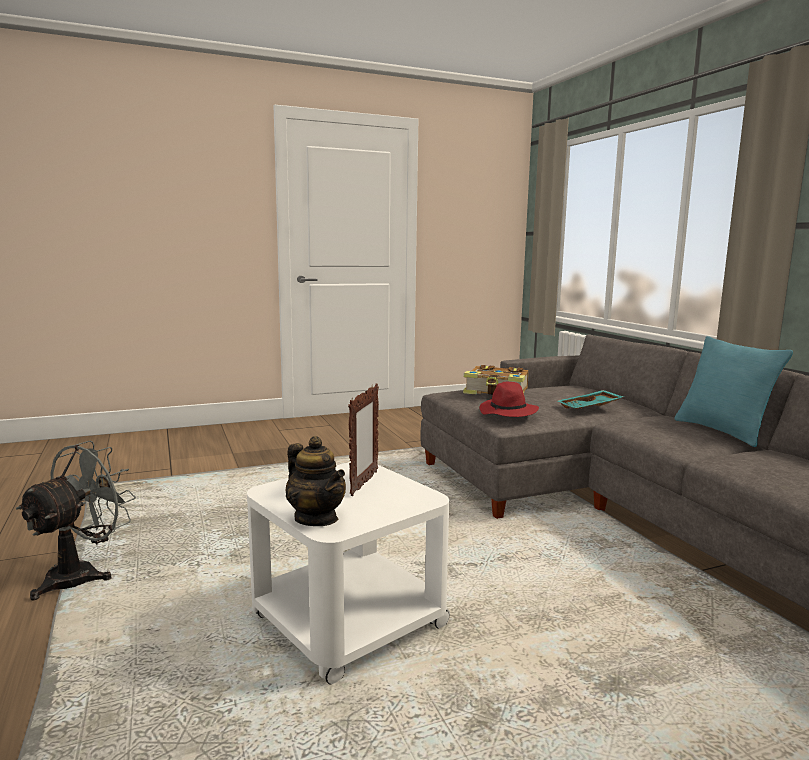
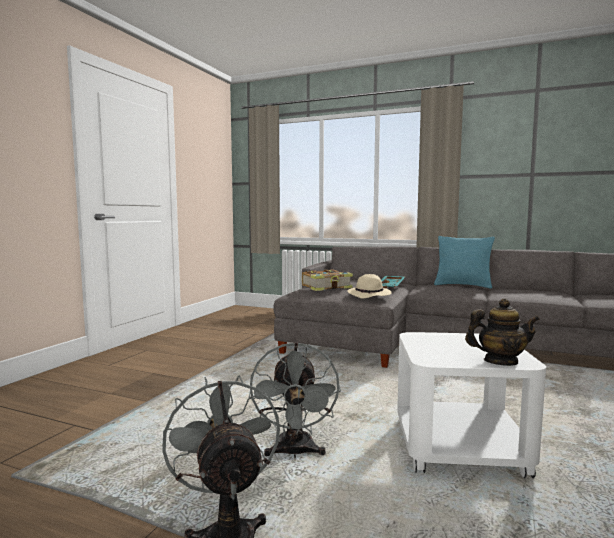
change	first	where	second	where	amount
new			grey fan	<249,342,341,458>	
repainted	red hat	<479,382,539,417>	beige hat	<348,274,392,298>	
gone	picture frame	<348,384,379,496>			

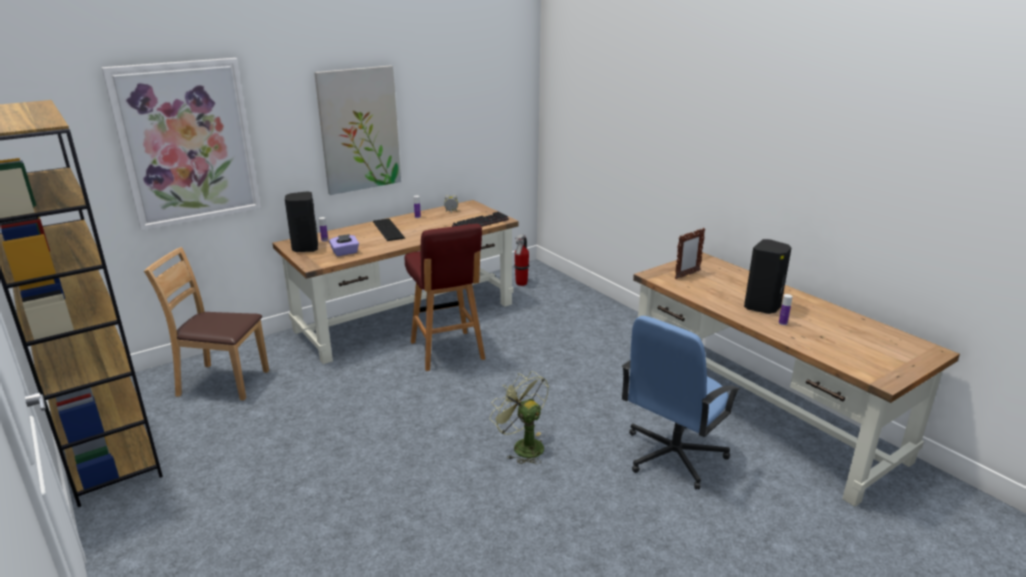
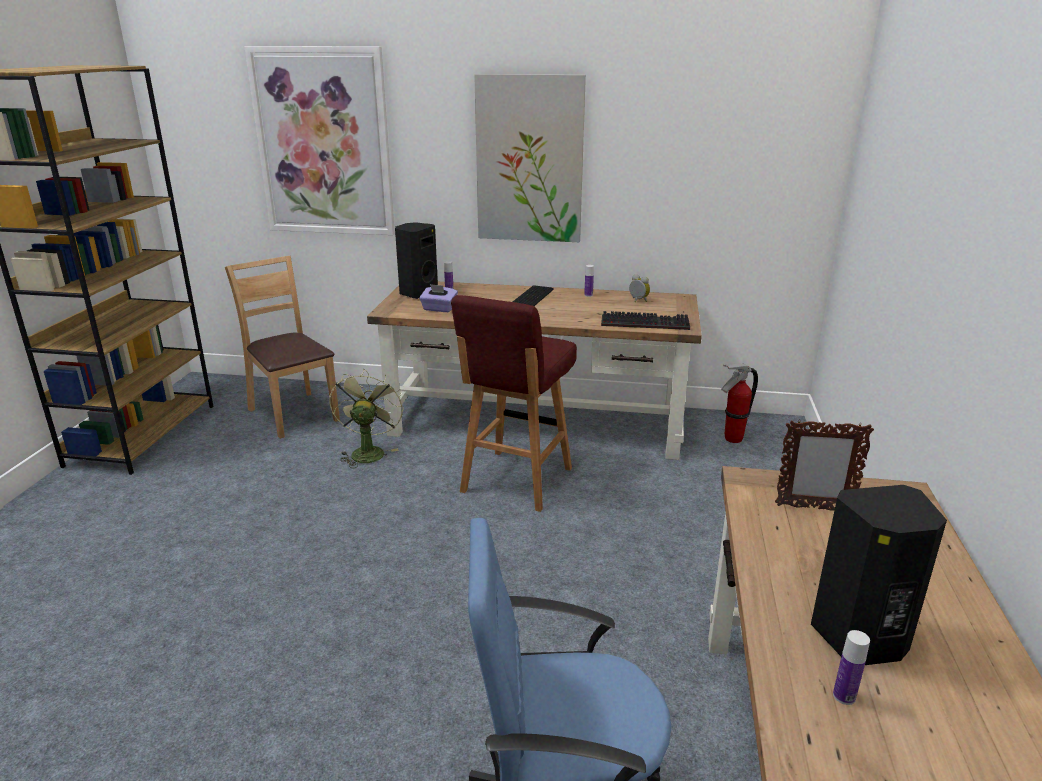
change	first	where	second	where	amount
shifted	green fan	<490,371,549,464>		<329,369,404,468>	

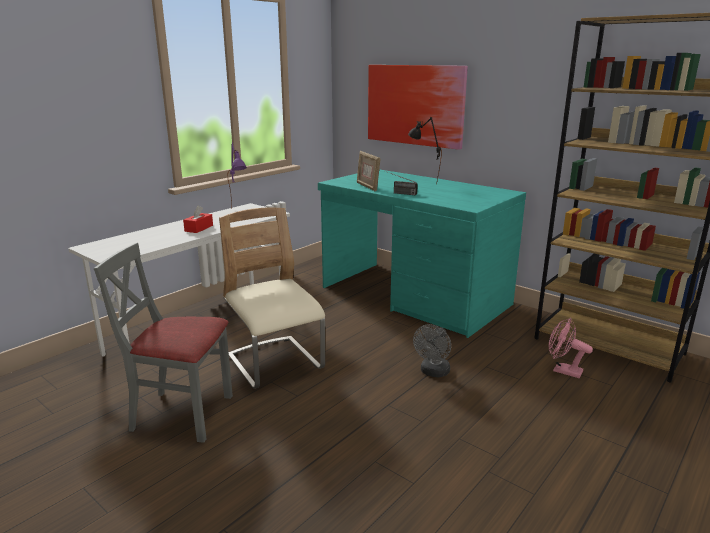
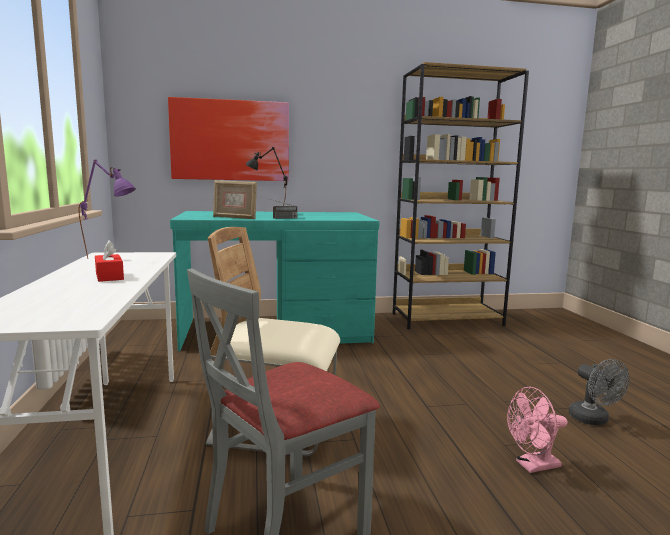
change	first	where	second	where	amount
shifted	pink fan	<549,318,593,378>		<507,387,568,473>	
shifted	grey fan	<413,324,451,377>		<568,359,629,425>	

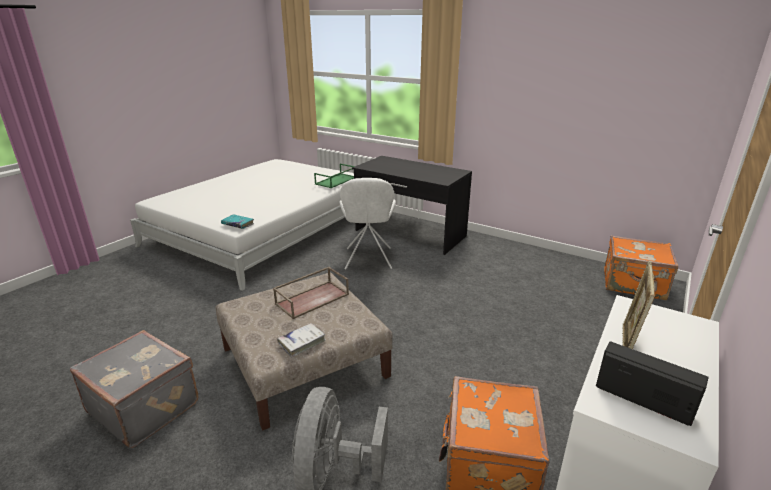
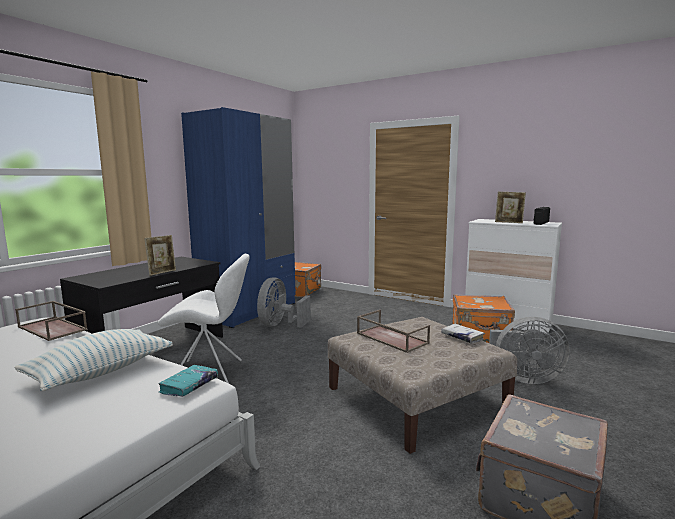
change	first	where	second	where	amount
repainted	green tray	<314,163,355,188>	brown tray	<15,301,88,341>	
new			pillow	<15,329,173,391>	
new			picture frame	<144,235,176,276>	
new			blue wardrobe	<181,107,296,328>	
new			grey fan	<257,277,311,328>	

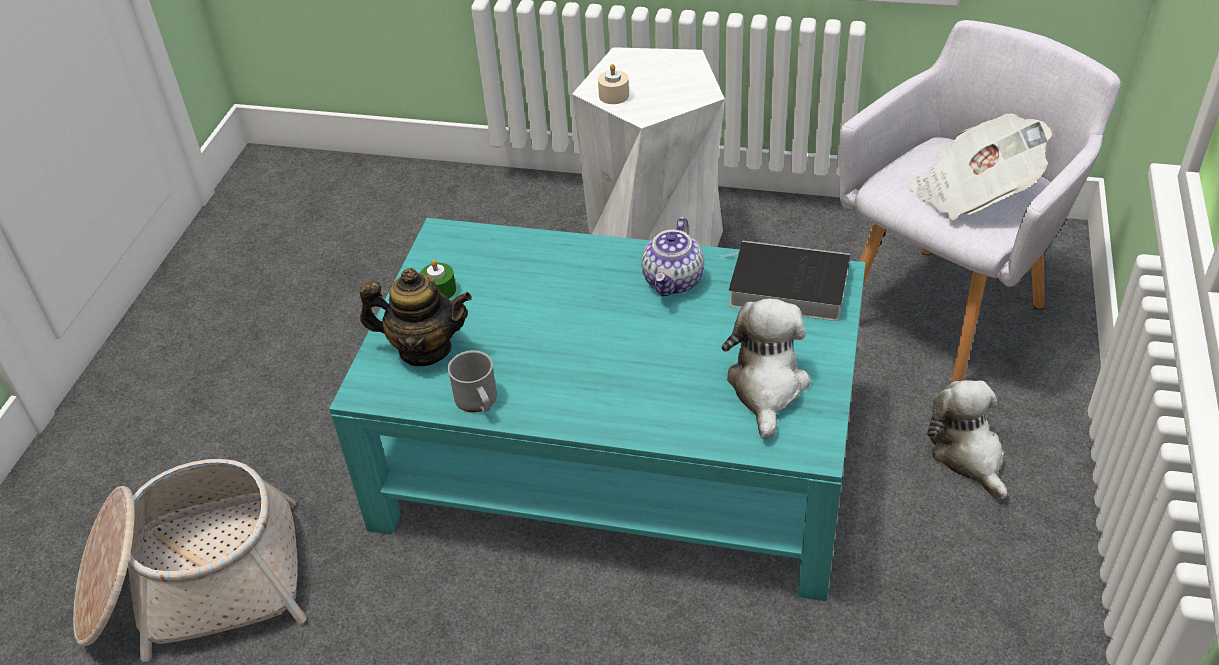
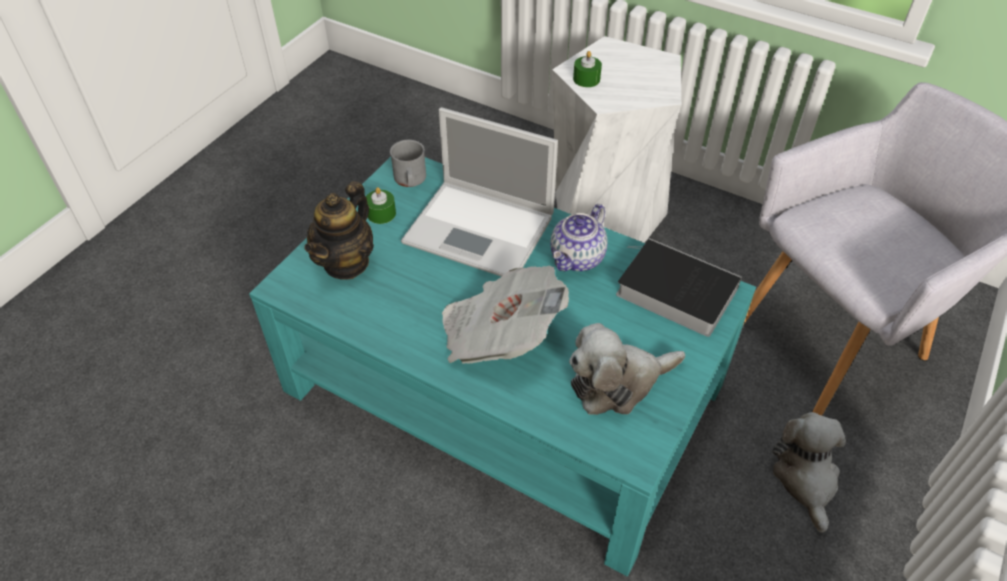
change	first	where	second	where	amount
rotated	teapot	<360,268,472,366>		<305,181,374,280>	90 degrees clockwise
shifted	grey mug	<447,350,497,413>		<390,140,426,187>	
new			laptop	<401,107,558,277>	
shifted	newspaper	<909,113,1053,220>		<442,266,569,364>	
rotated	plush toy	<722,299,810,440>		<569,323,685,415>	135 degrees counterclockwise
repainted	beige candle	<598,64,629,104>	green candle	<573,51,602,87>	
gone	basket	<73,459,307,662>			

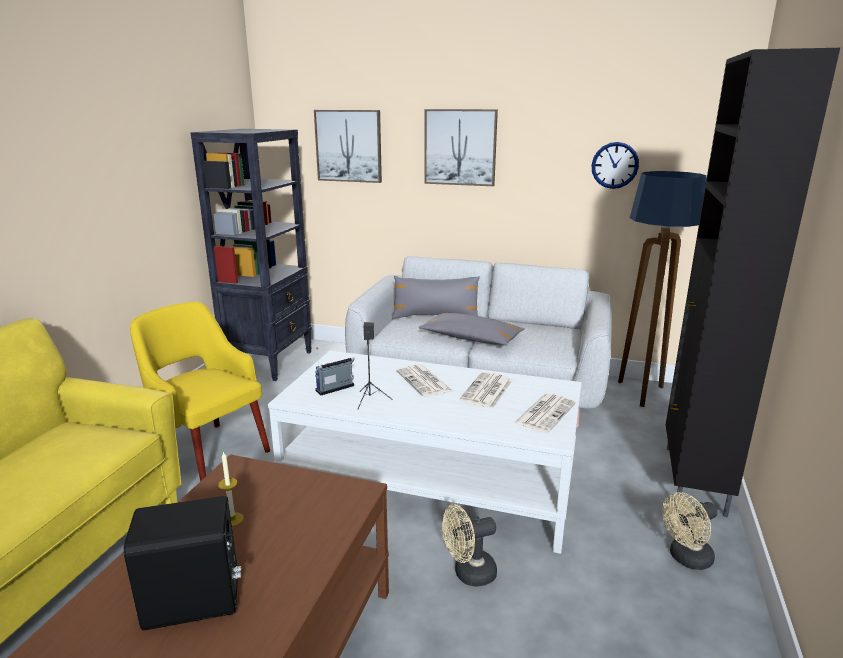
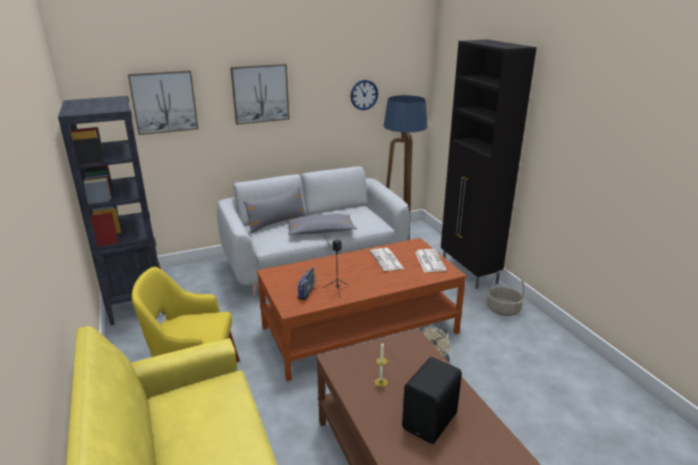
change	first	where	second	where	amount
repainted	white coffee table	<268,350,582,554>	brown coffee table	<257,238,466,381>	
swapped	beige fan	<662,492,717,570>	basket	<487,269,524,316>	
gone	newspaper	<396,364,453,397>			

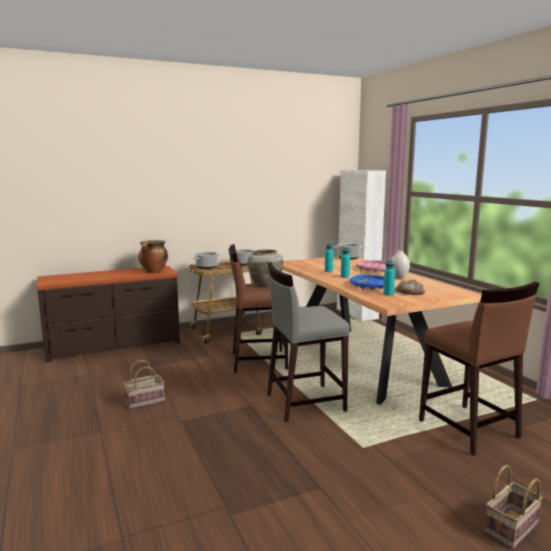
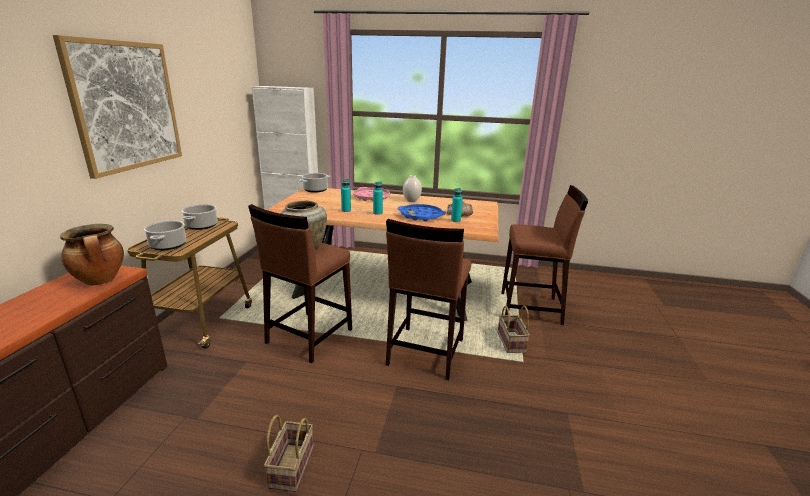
change	first	where	second	where	amount
new			picture	<53,35,182,179>	
repainted	grey stool	<267,262,350,422>	brown stool	<386,219,471,380>	
shifted	basket	<484,465,543,549>		<497,306,530,353>	

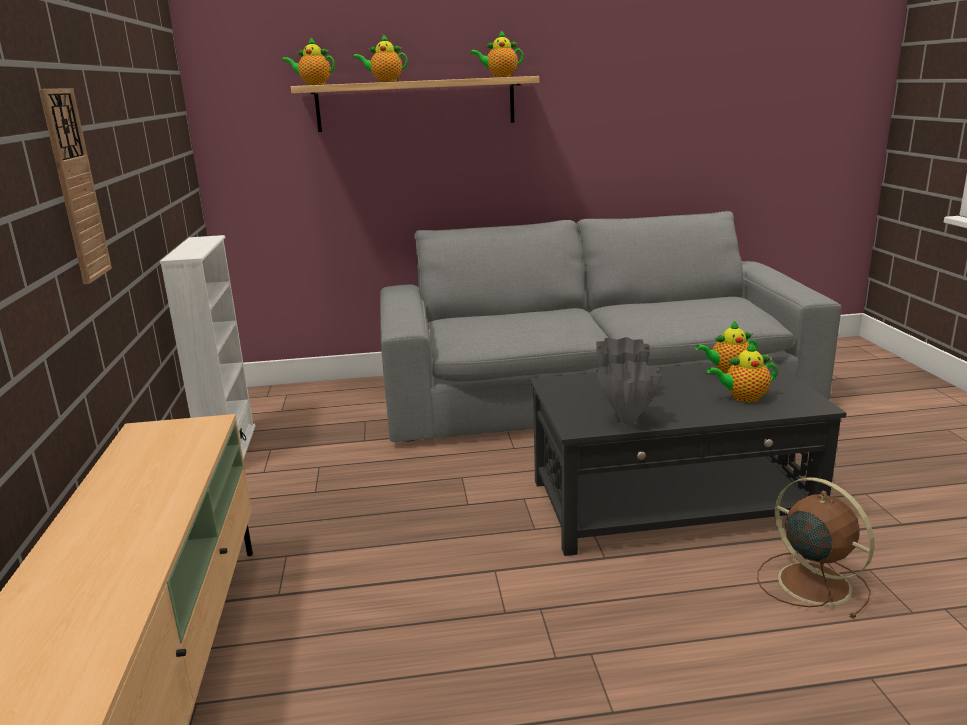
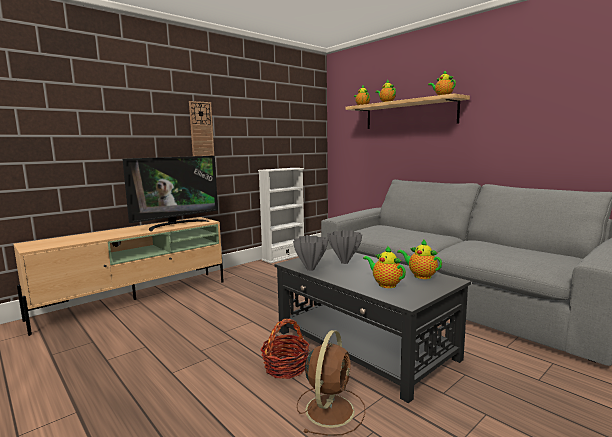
change	first	where	second	where	amount
new			television	<123,156,218,231>	
new			basket	<261,319,309,379>	

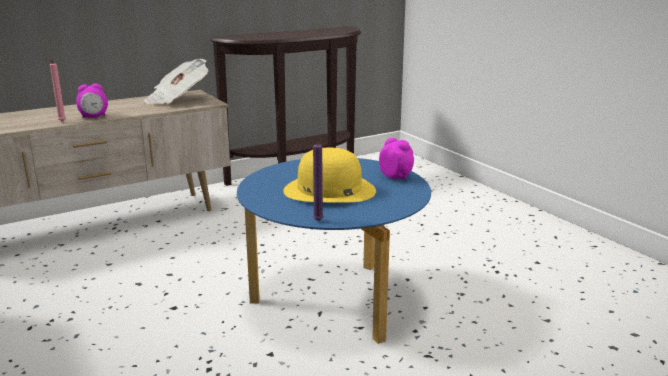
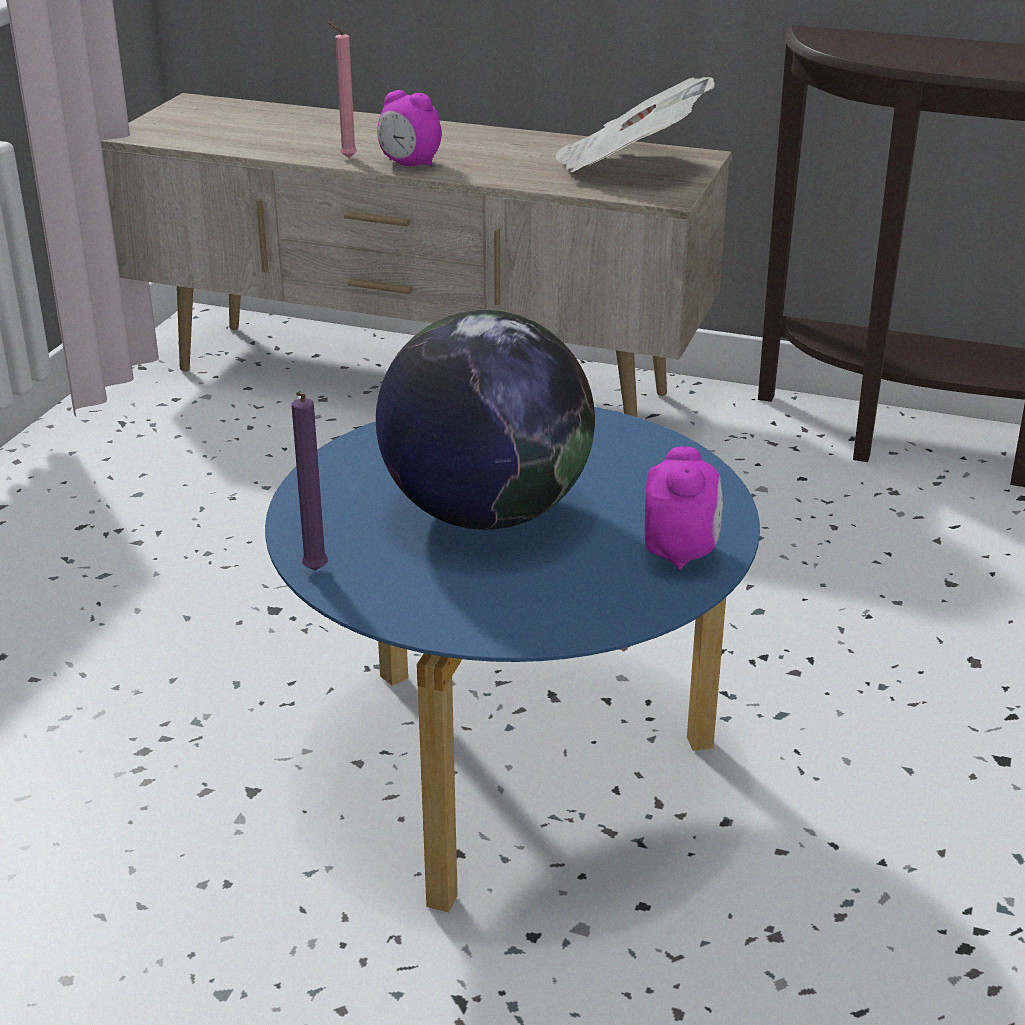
change	first	where	second	where	amount
swapped	yellow hat	<283,148,376,203>	globe	<376,310,595,530>	

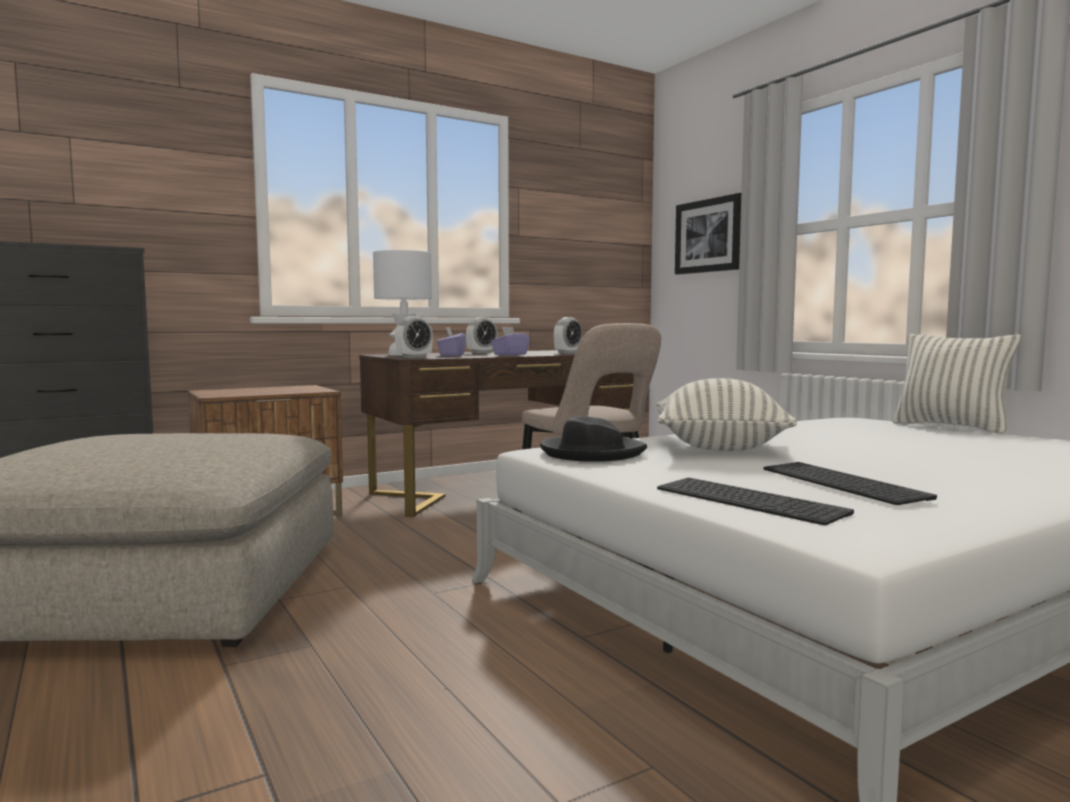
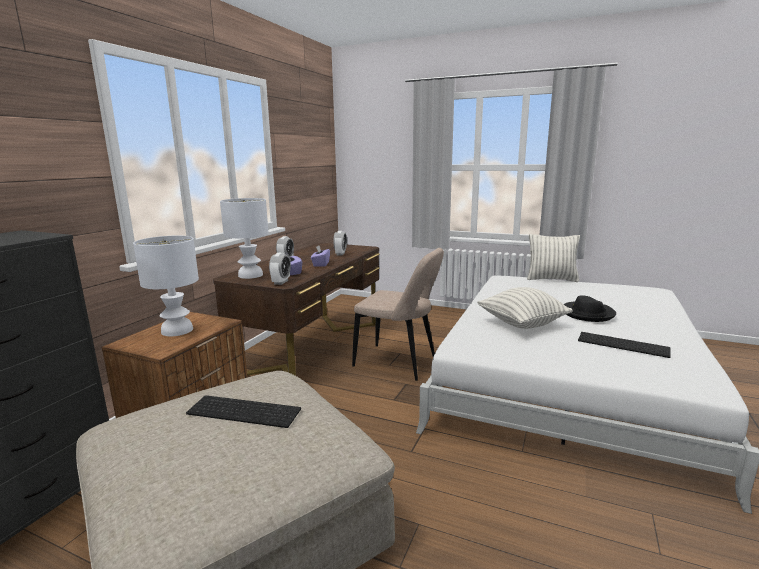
change	first	where	second	where	amount
new			white table lamp	<133,236,199,336>	
shifted	keyboard	<657,477,854,525>		<186,395,301,428>	
shifted	black hat	<540,416,647,462>		<564,295,616,322>	
gone	picture	<675,193,741,275>			

